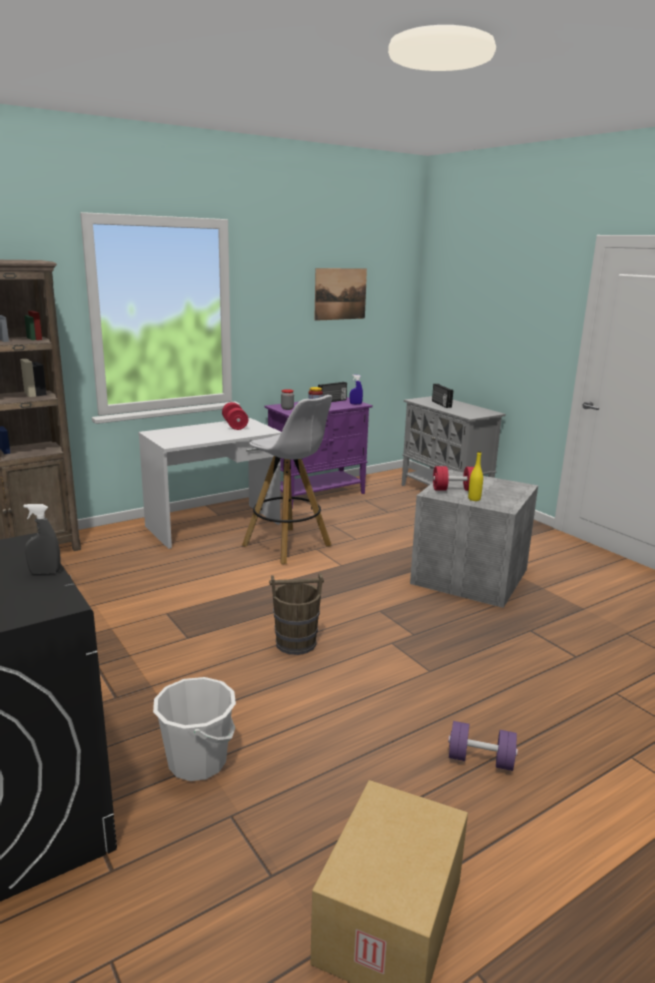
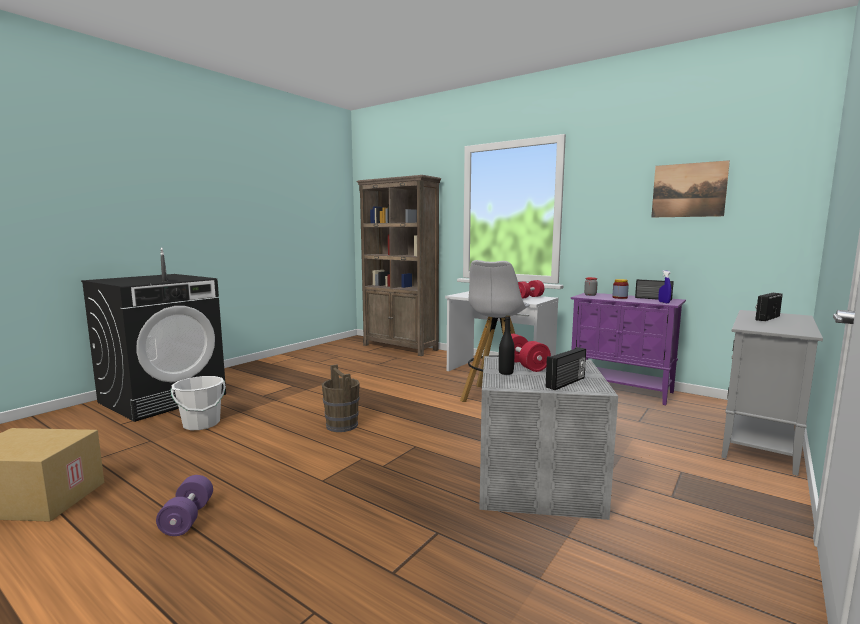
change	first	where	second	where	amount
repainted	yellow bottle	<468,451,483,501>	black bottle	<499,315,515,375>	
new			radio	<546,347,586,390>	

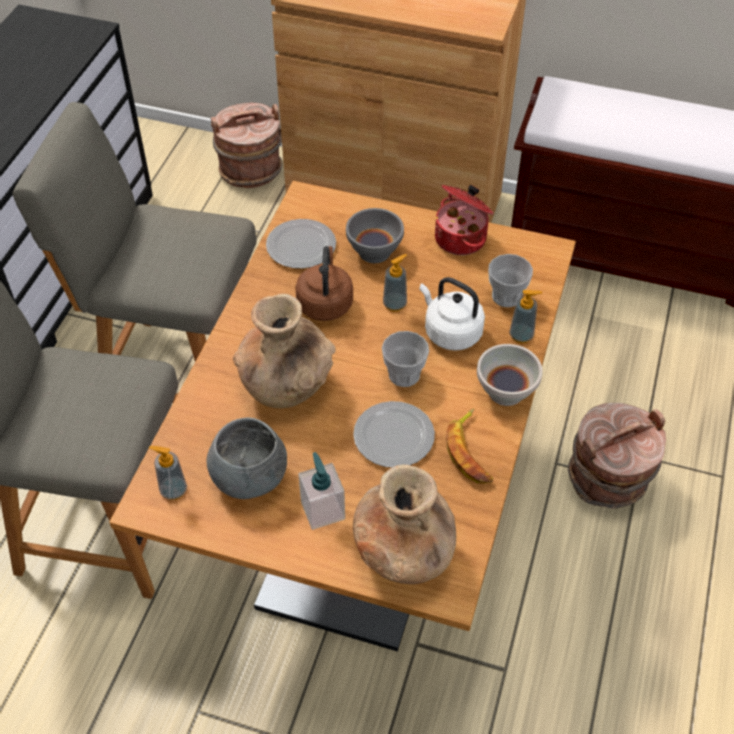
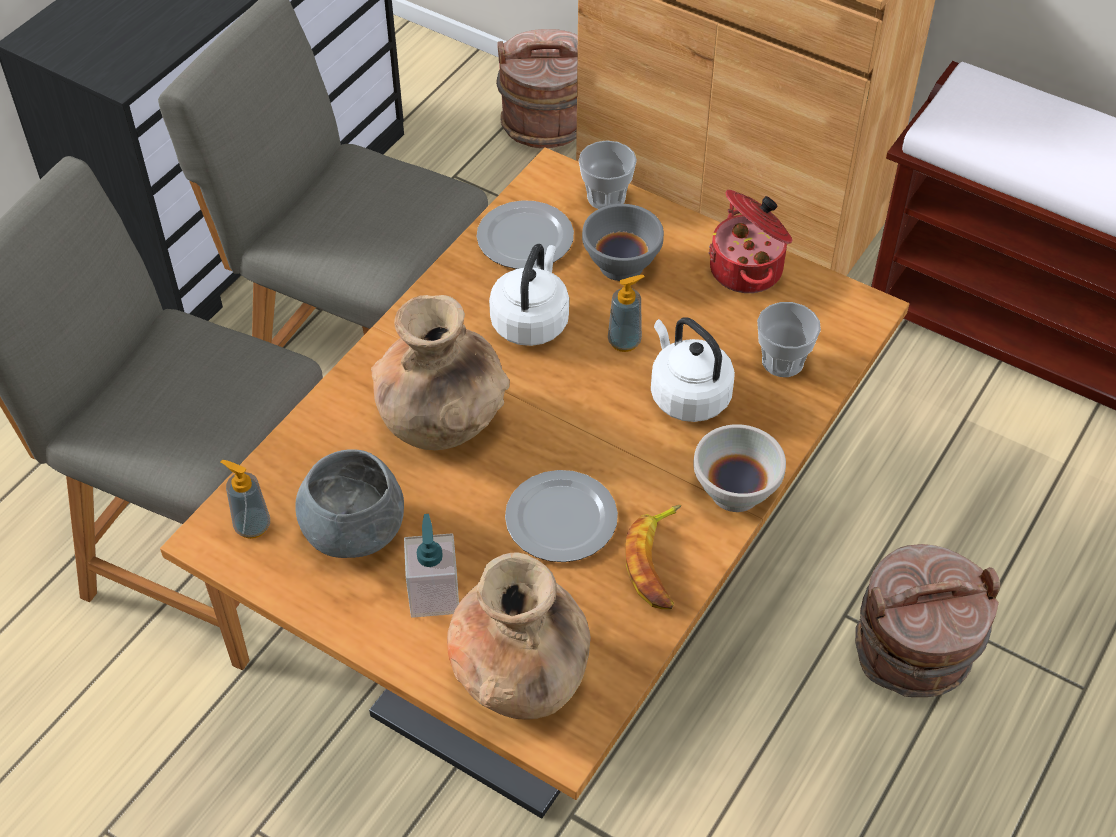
change	first	where	second	where	amount
repainted	brown kettle	<295,246,353,321>	white kettle	<489,244,569,346>	
shifted	cup	<382,331,429,387>		<579,140,637,209>	
gone	soap dispenser	<509,290,542,343>			

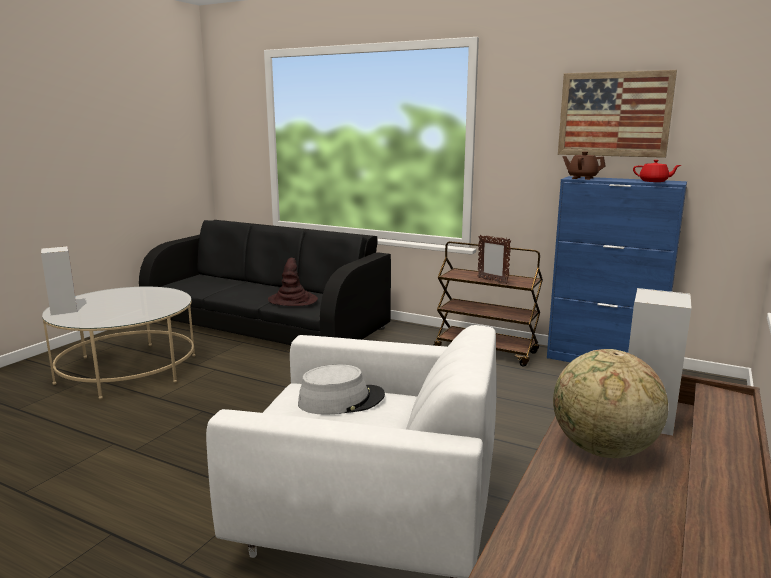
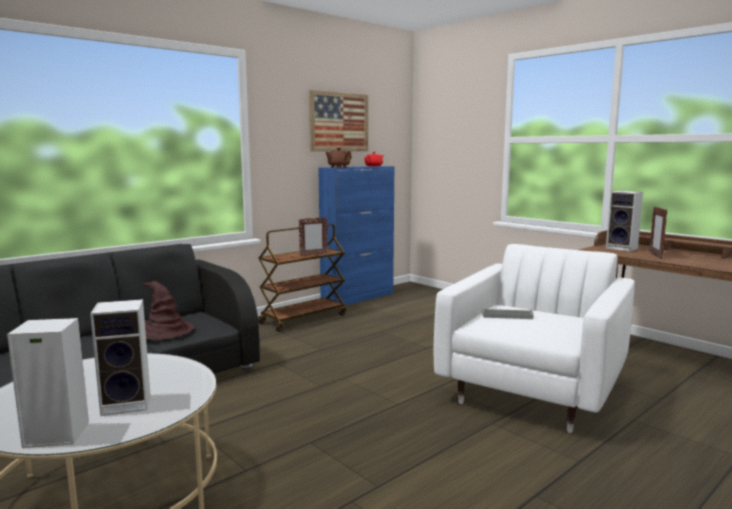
change	first	where	second	where	amount
new			speaker	<90,299,150,416>	
swapped	grey hat	<298,364,385,415>	grey tray	<482,307,534,319>	
swapped	globe	<553,349,668,458>	picture frame	<649,206,667,259>	

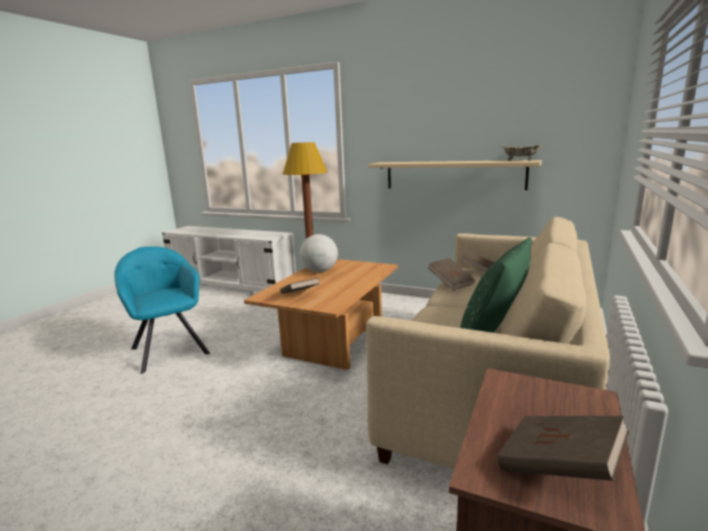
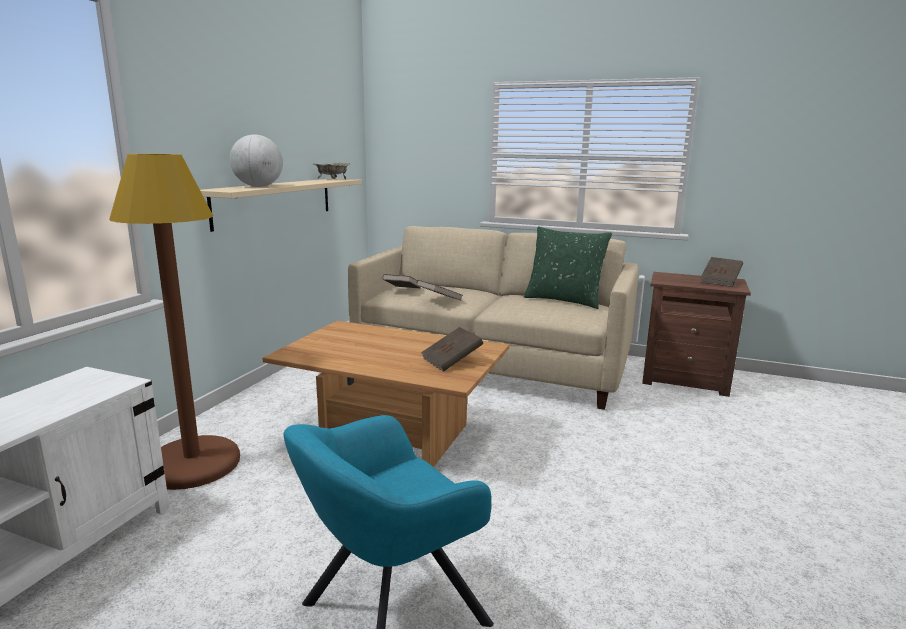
change	first	where	second	where	amount
shifted	globe	<300,234,338,272>		<230,135,283,187>	

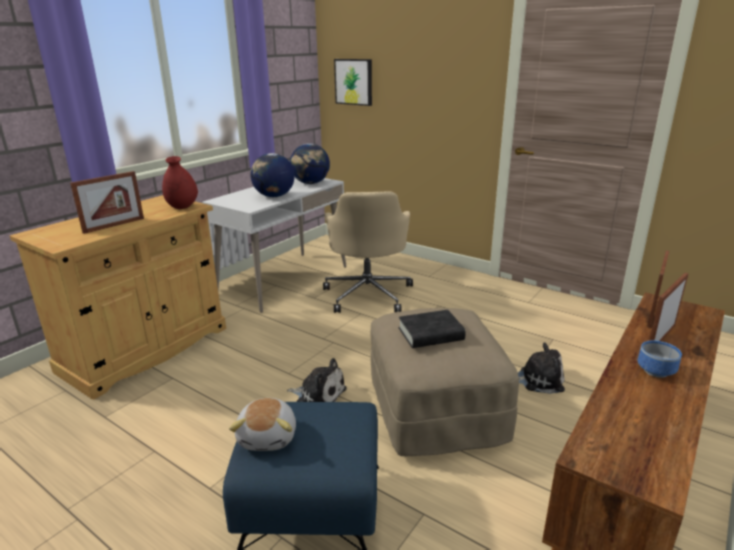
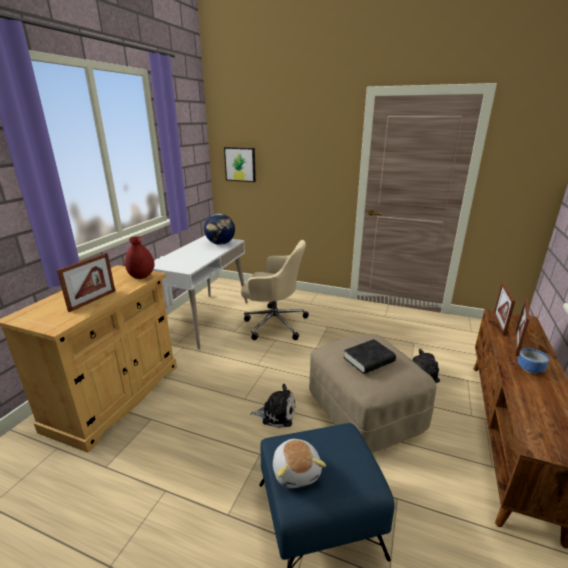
change	first	where	second	where	amount
rotated	beige office chair	<323,191,413,313>		<241,240,309,340>	60 degrees counterclockwise
gone	globe	<250,153,295,197>			

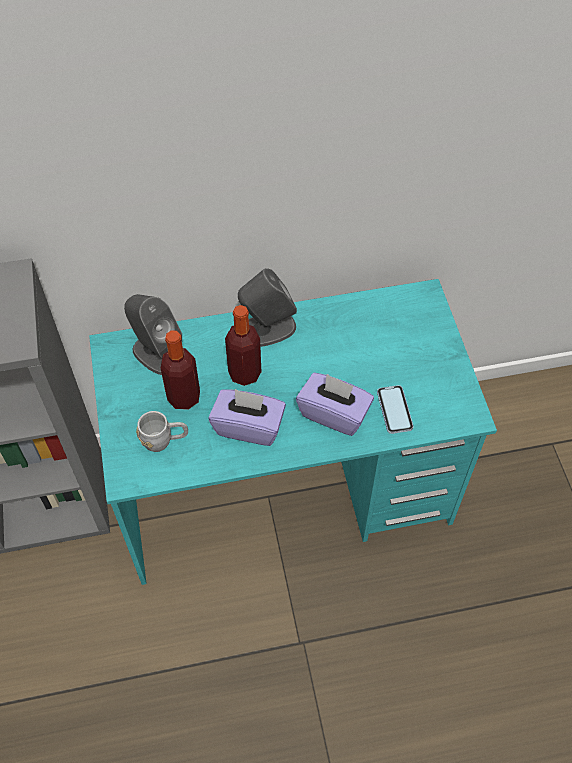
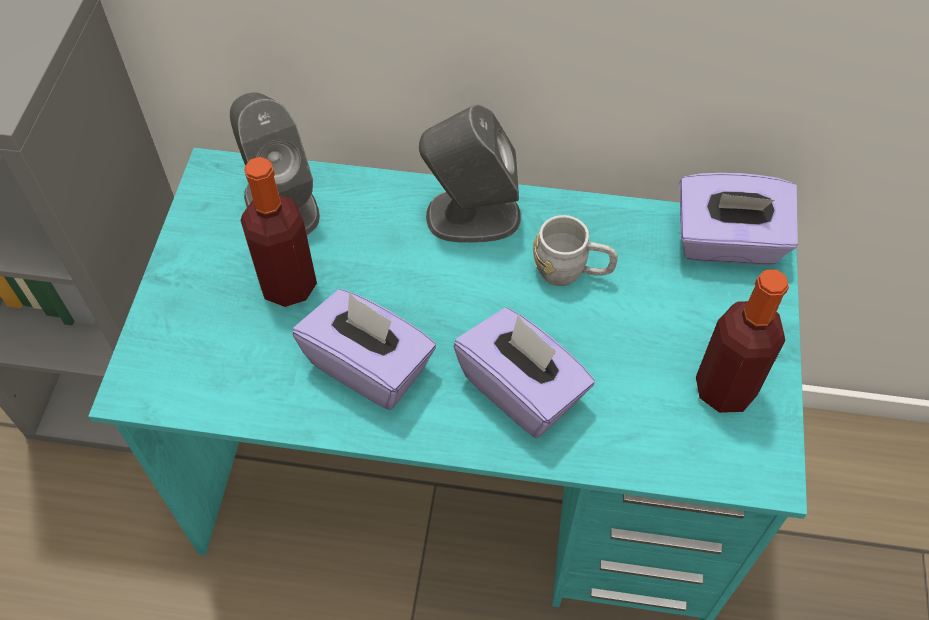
change	first	where	second	where	amount
shifted	grey mug	<136,411,188,452>		<533,215,618,286>	
new			purple tissue box	<679,173,798,265>	
shifted	bottle	<225,305,261,386>		<696,269,789,413>	
gone	phone	<377,385,414,434>			

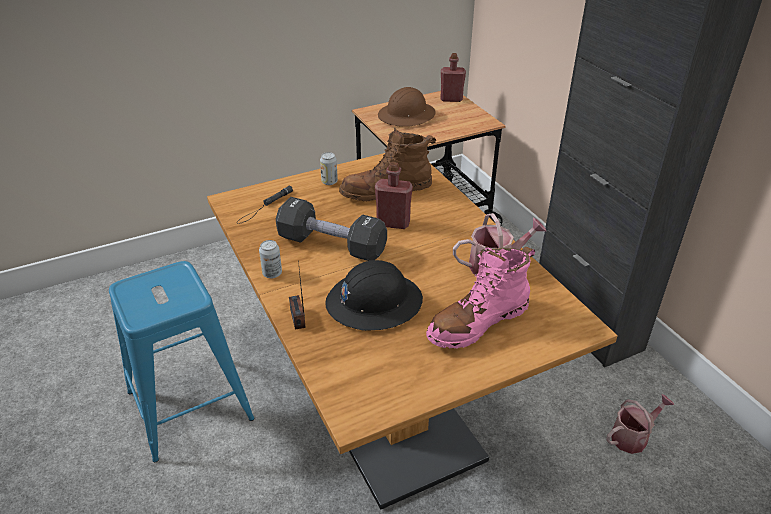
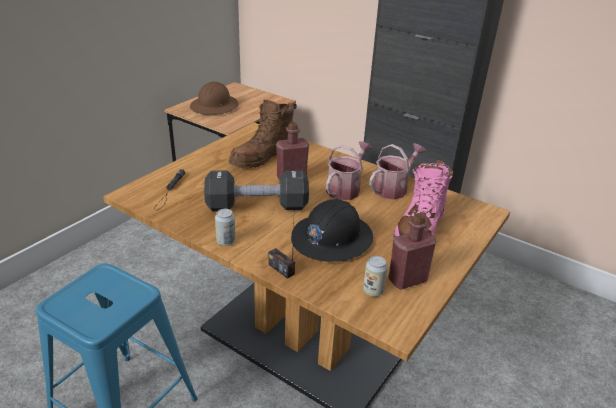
change	first	where	second	where	amount
shifted	watering can	<606,394,674,454>		<326,141,372,200>	
shifted	can	<320,152,338,185>		<363,256,388,297>	
shifted	red bottle	<441,53,466,102>		<388,213,436,290>	

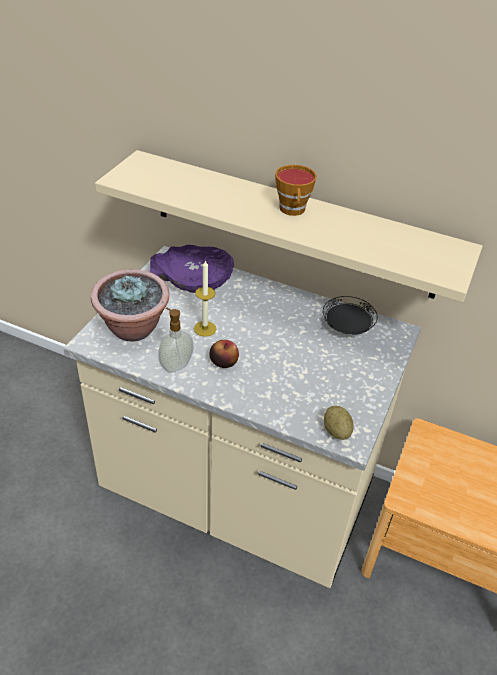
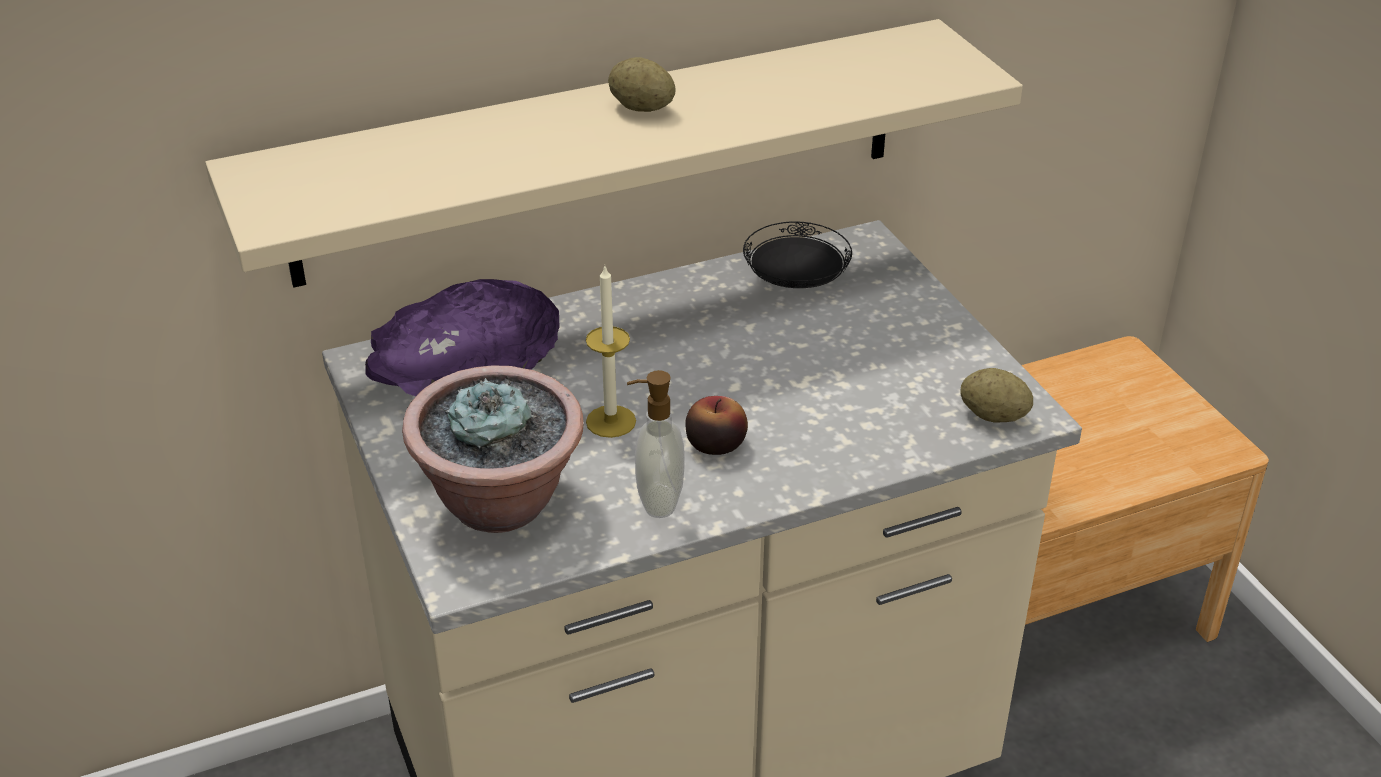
change	first	where	second	where	amount
swapped	cup	<275,164,317,216>	potato	<608,57,675,112>	

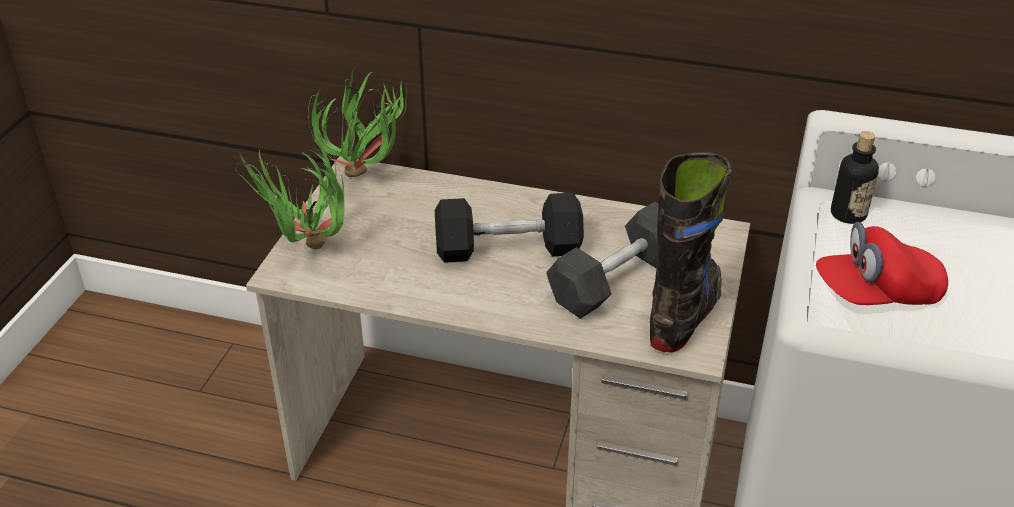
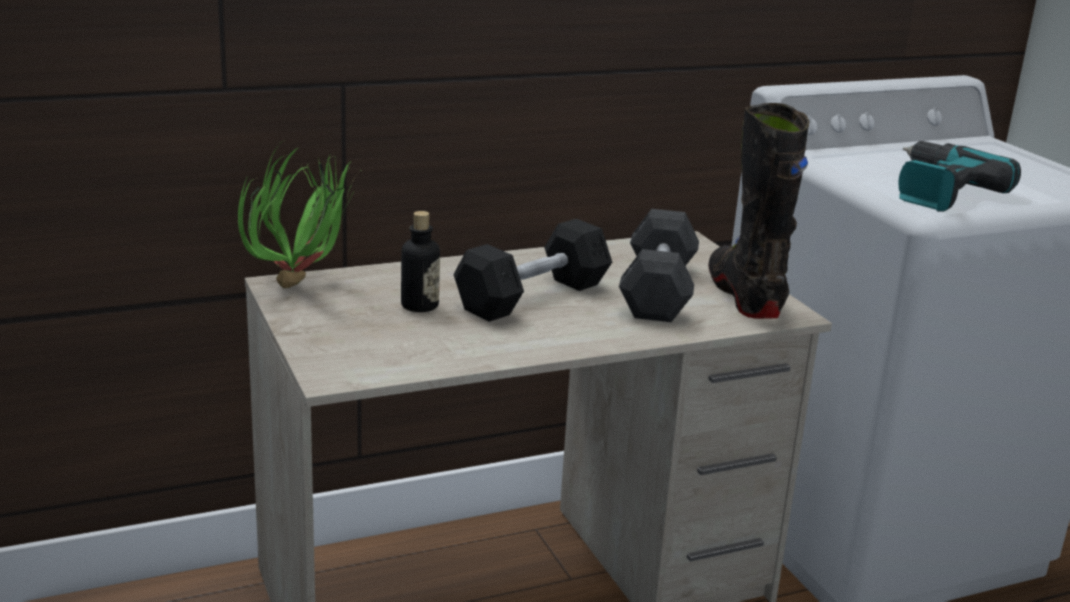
change	first	where	second	where	amount
shifted	bottle	<831,131,879,224>		<401,211,440,312>	
swapped	red cap	<816,222,948,305>	power drill	<898,141,1021,212>	
gone	potted plant	<235,140,344,249>			

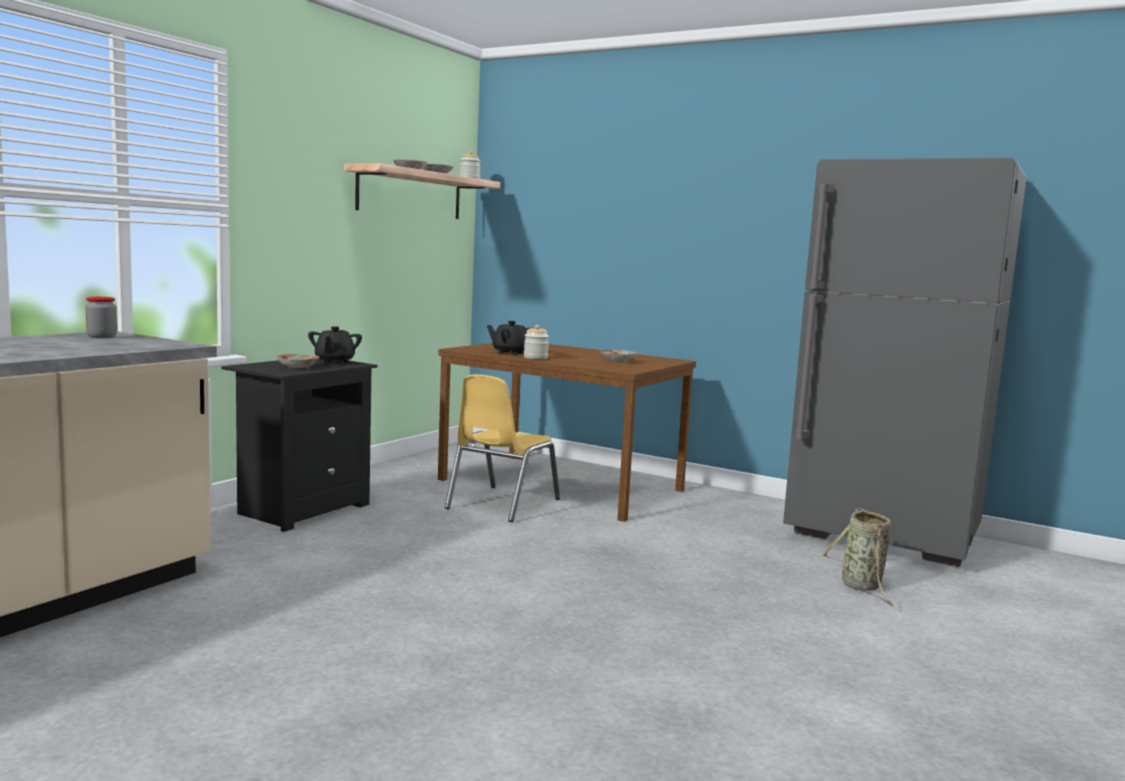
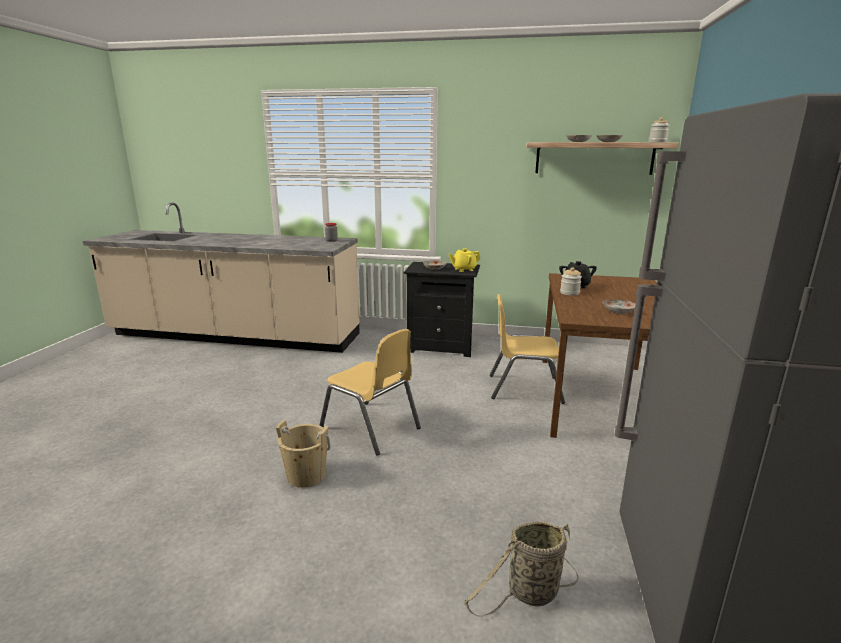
change	first	where	second	where	amount
new			beige bucket	<276,420,330,488>	
new			yellow chair	<319,329,421,456>	
repainted	black teapot	<308,326,362,365>	yellow teapot	<448,248,480,272>	

